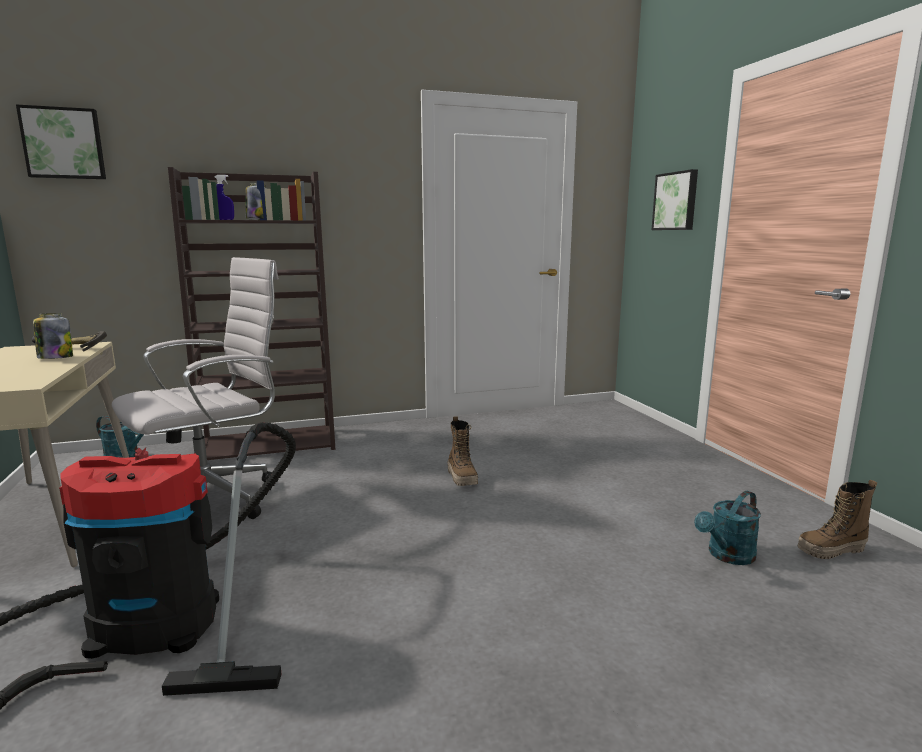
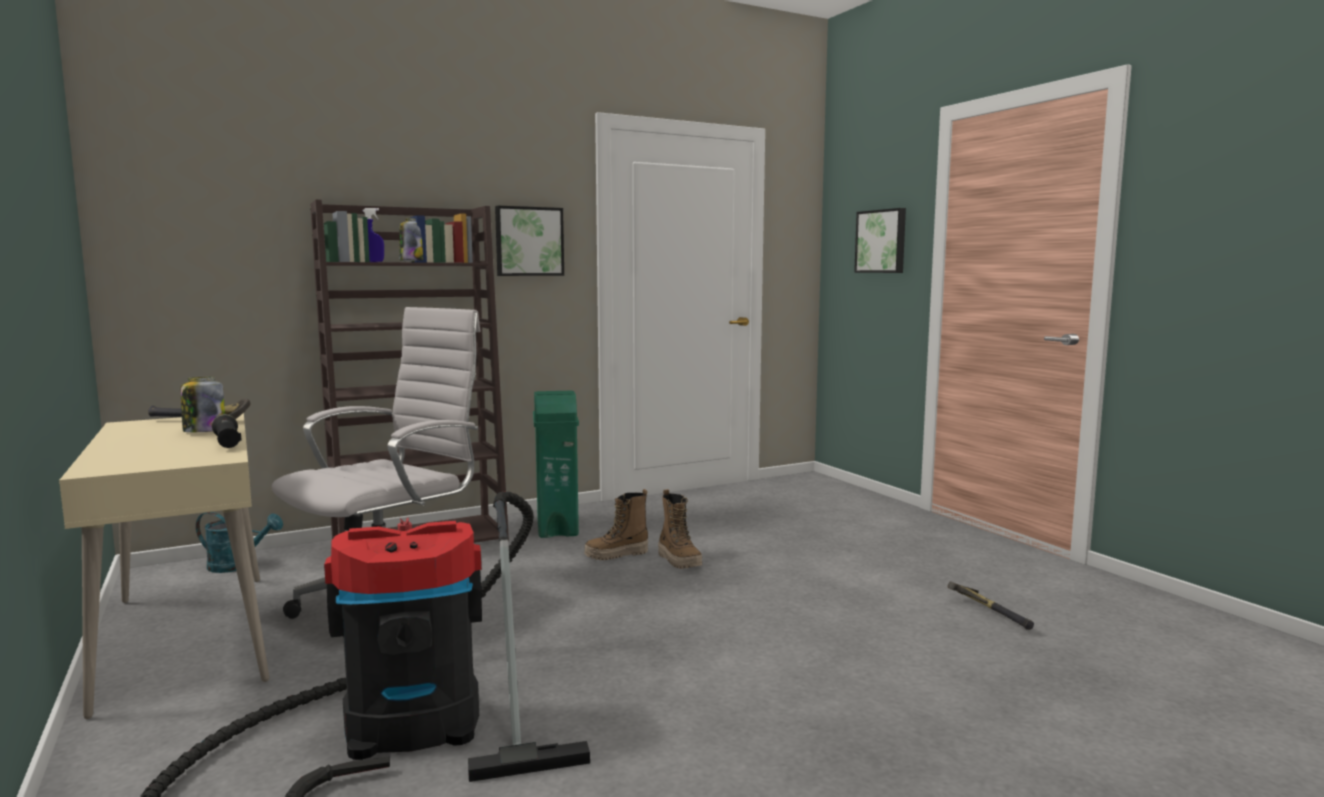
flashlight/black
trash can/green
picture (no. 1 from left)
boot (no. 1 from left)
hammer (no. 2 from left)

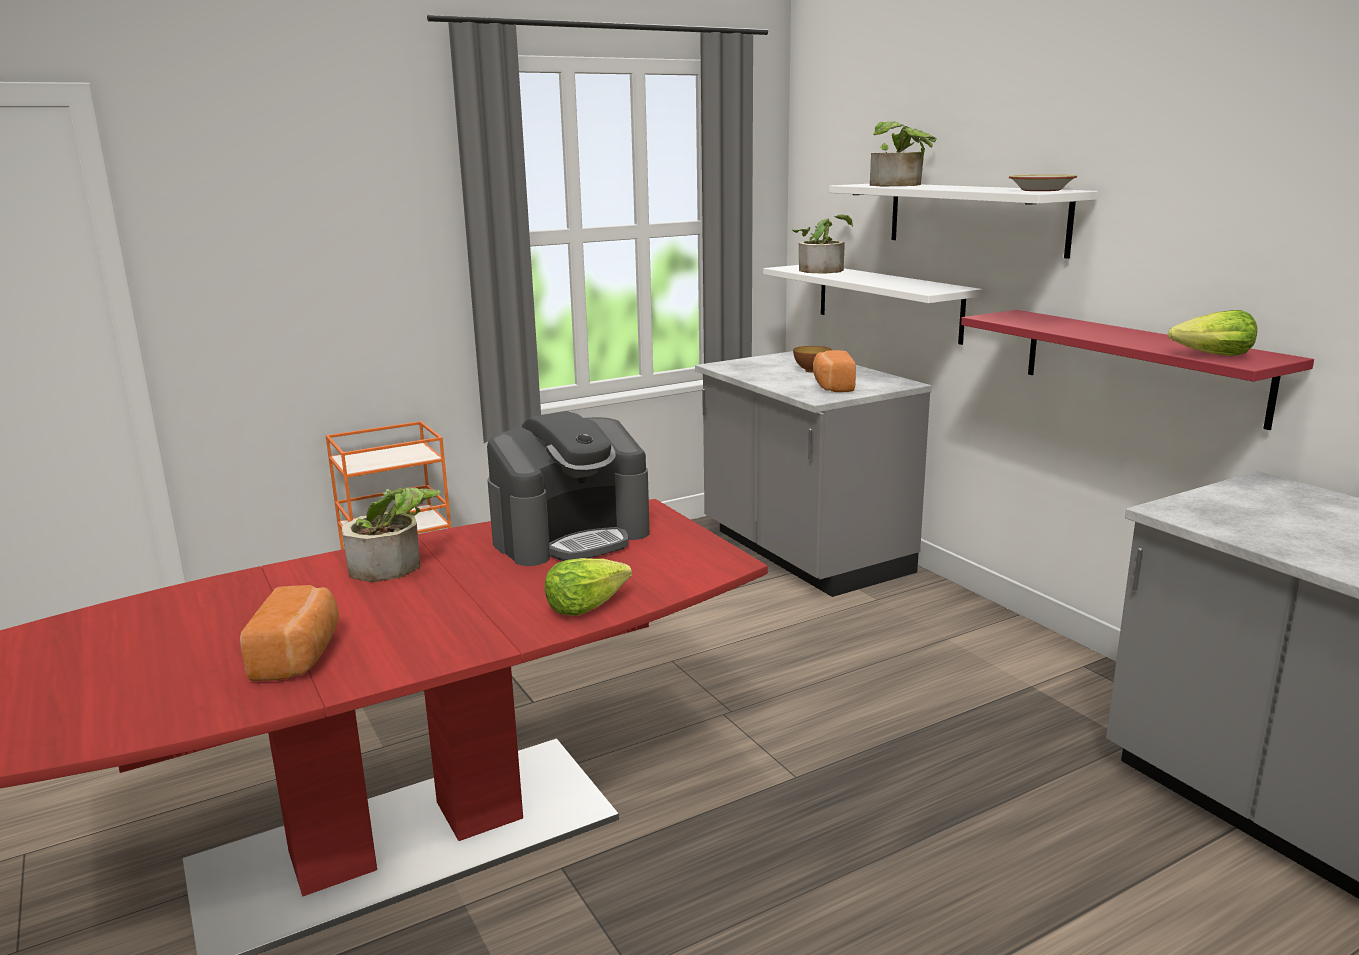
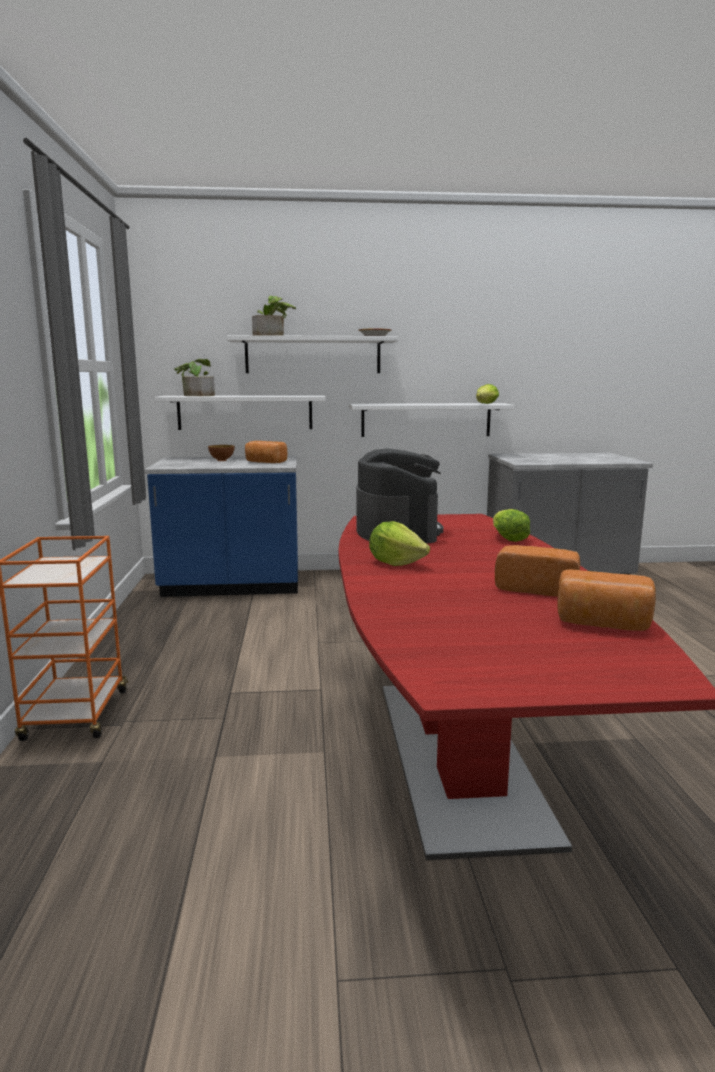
bread (no. 3 from left)
lettuce (no. 1 from left)
counter/blue
shelf/white (no. 3 from left)

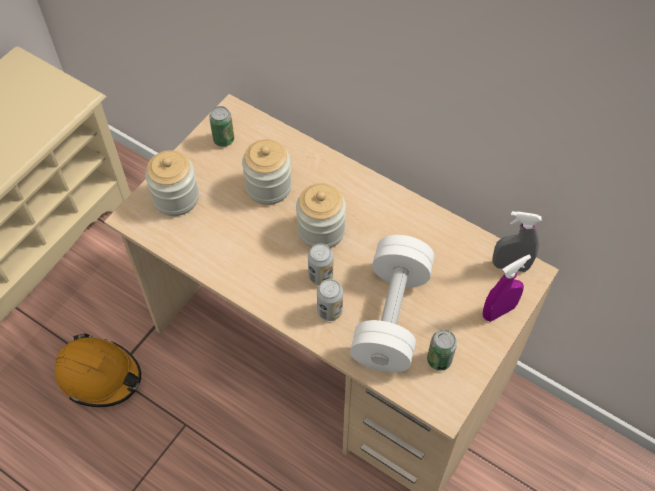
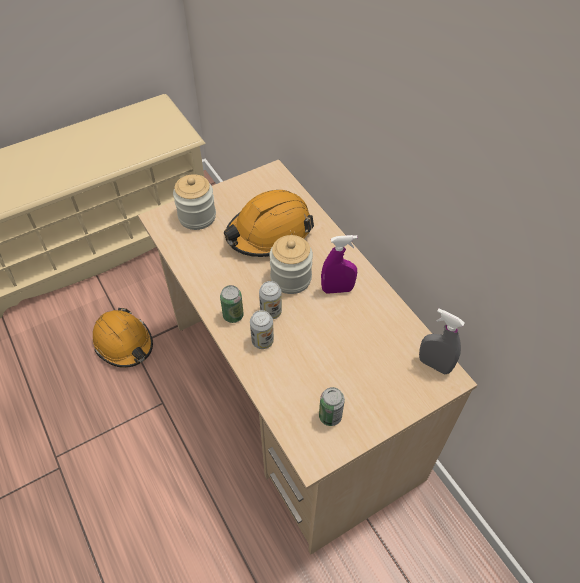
dumbbell/white
can (no. 1 from left)
spray bottle/purple
hard hat/orange (no. 2 from left)

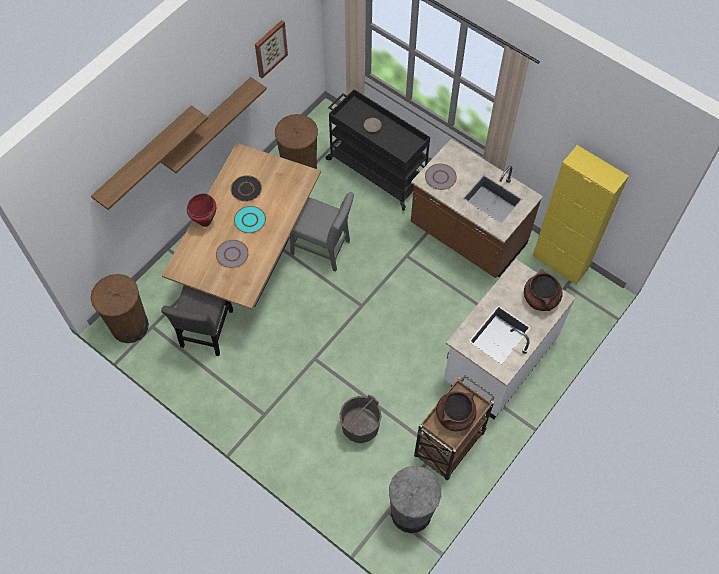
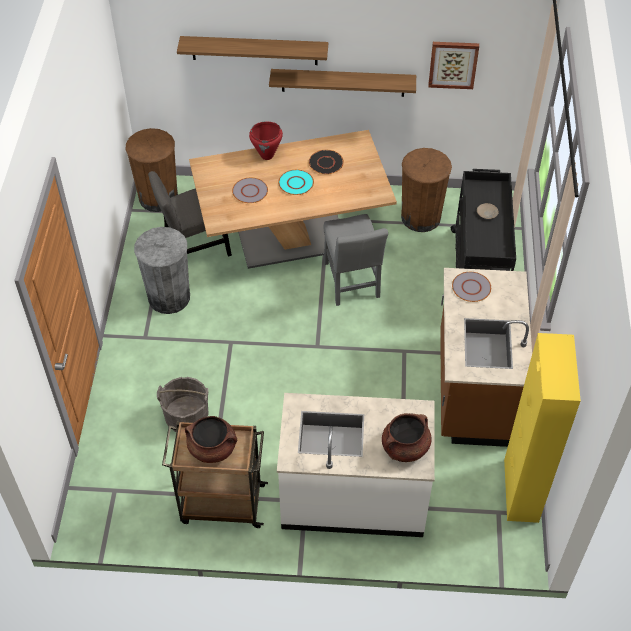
trash can/grey

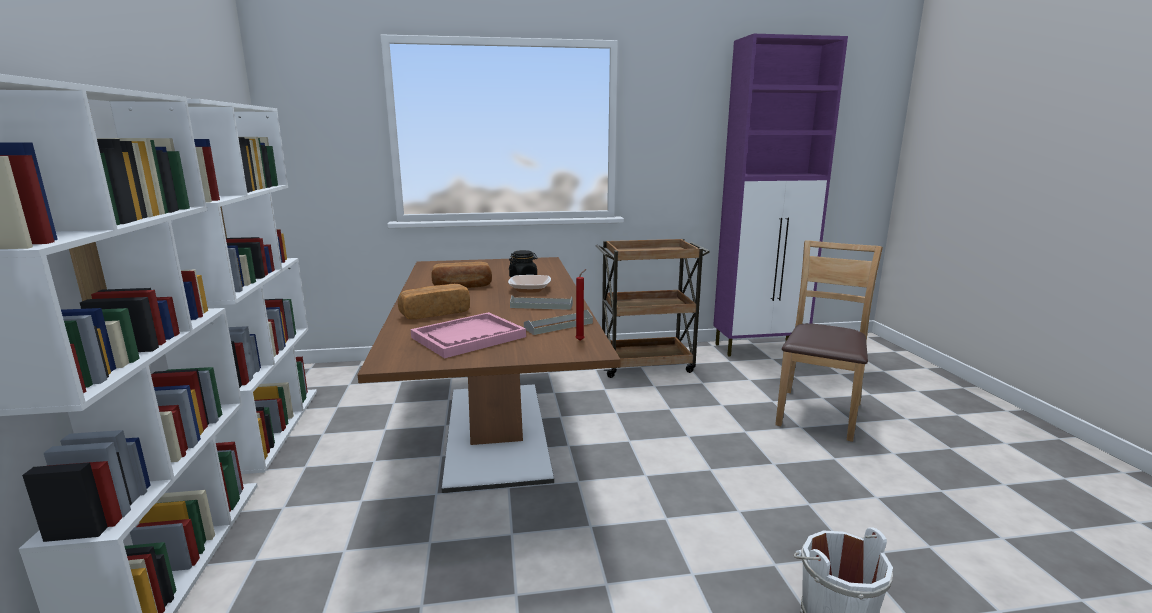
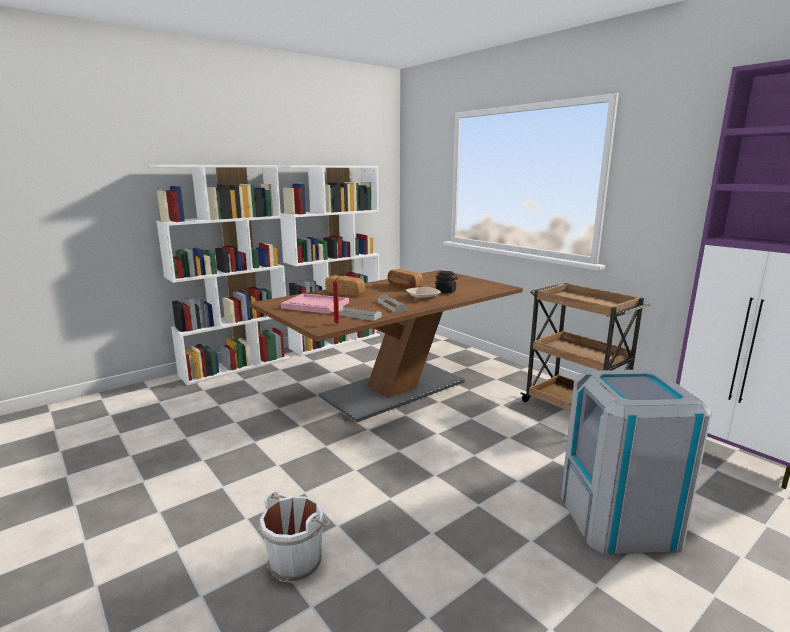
trash can/grey

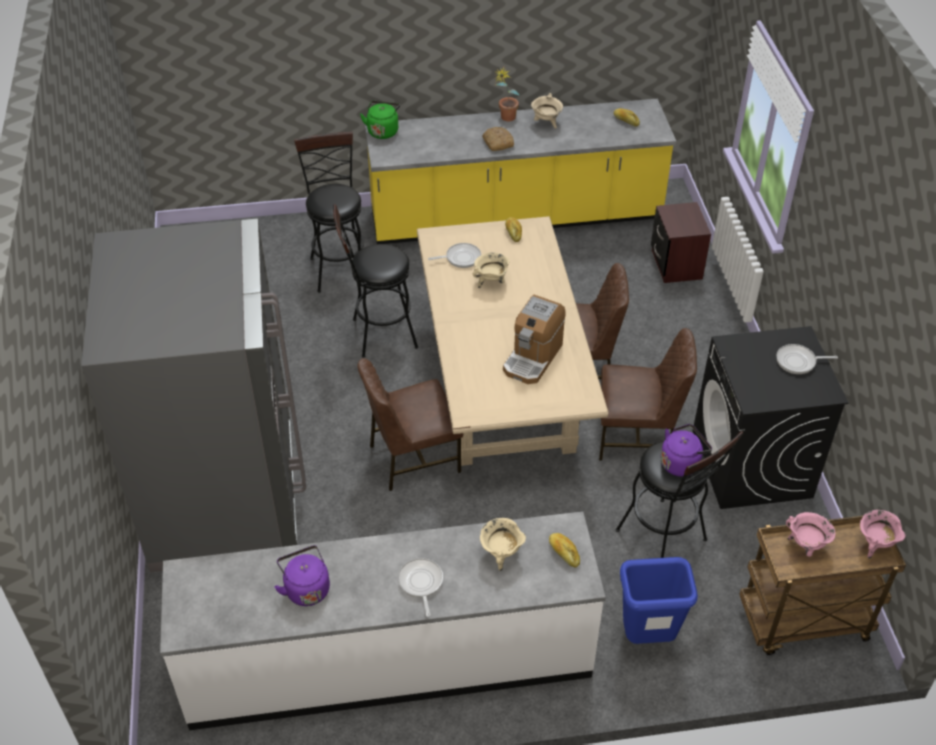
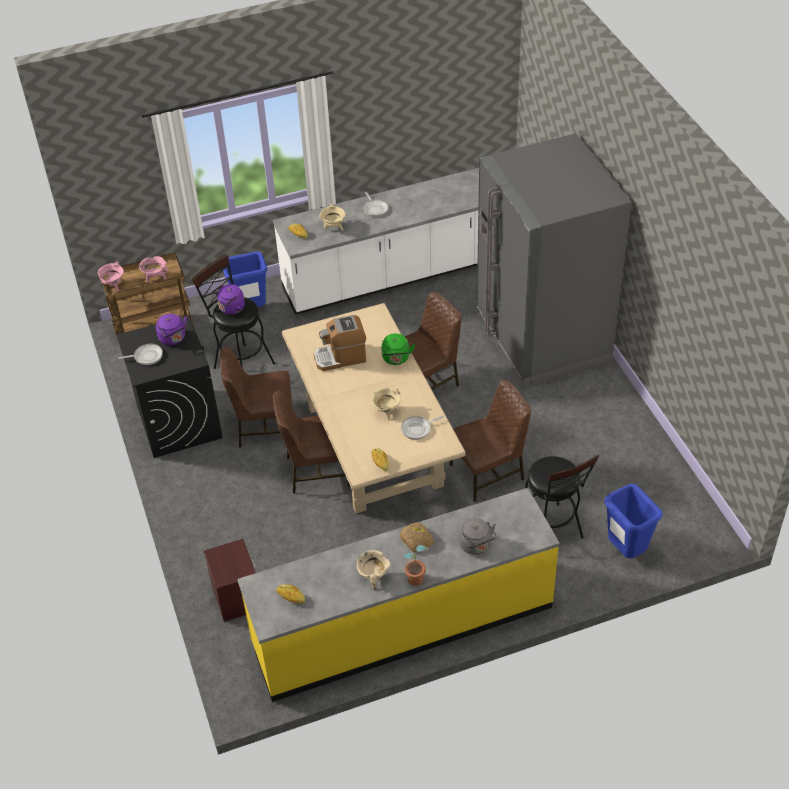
kettle/grey
trash can/blue (no. 2 from left)
kettle/purple (no. 1 from left)
kettle/green
chair/brown (no. 4 from left)
coffee machine

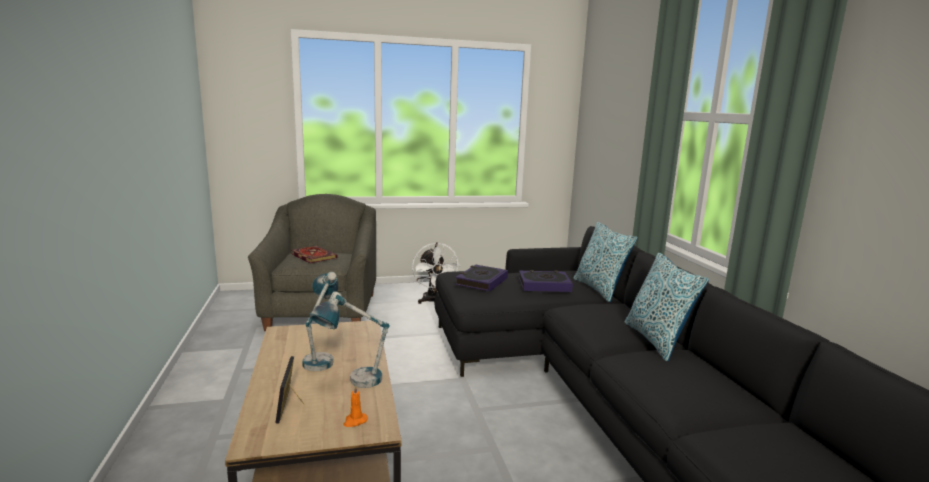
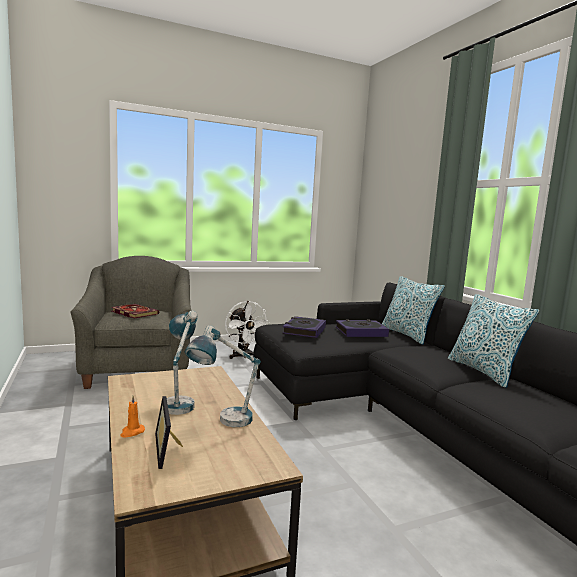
candle/orange

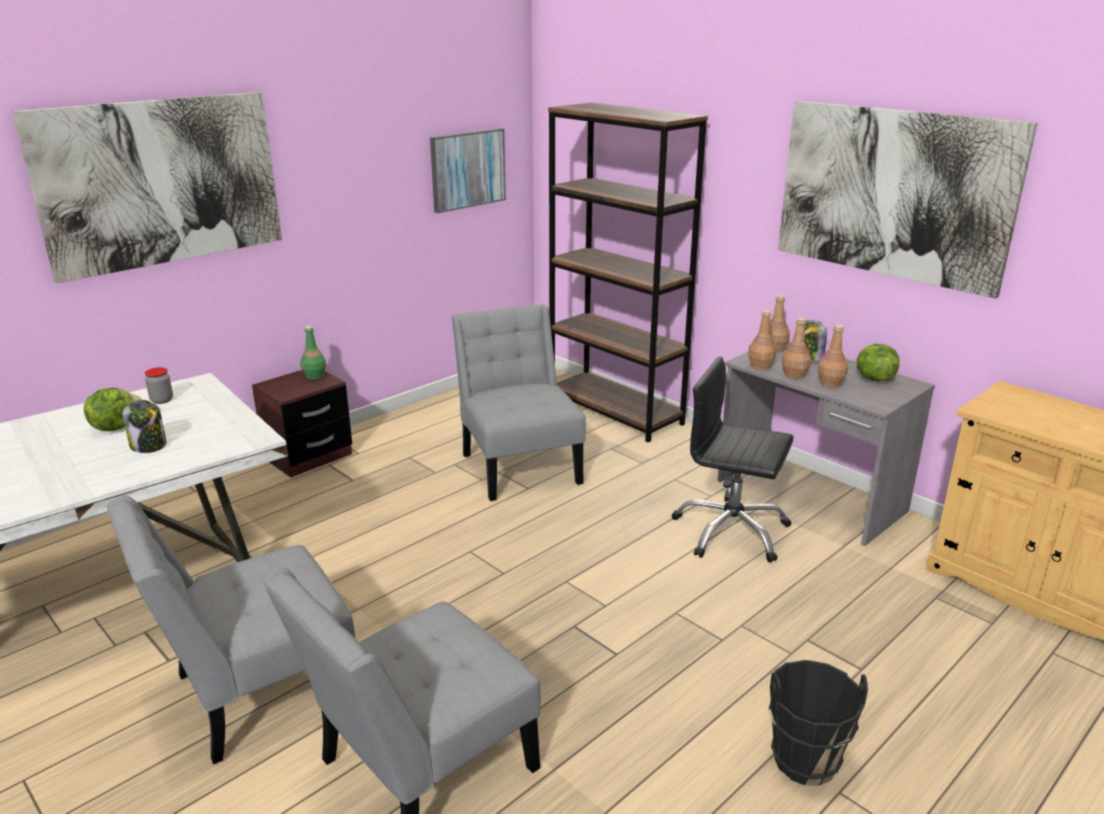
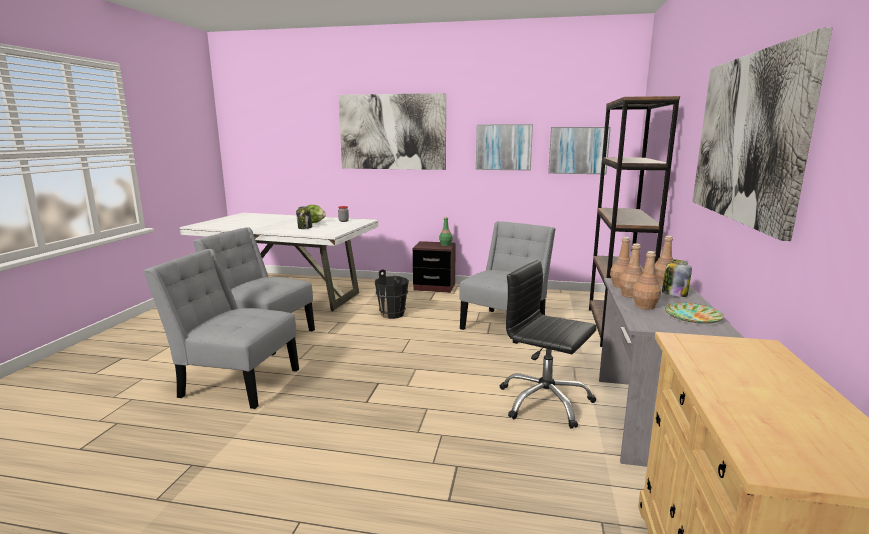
picture (no. 2 from left)
bucket/black
plate
office chair/black

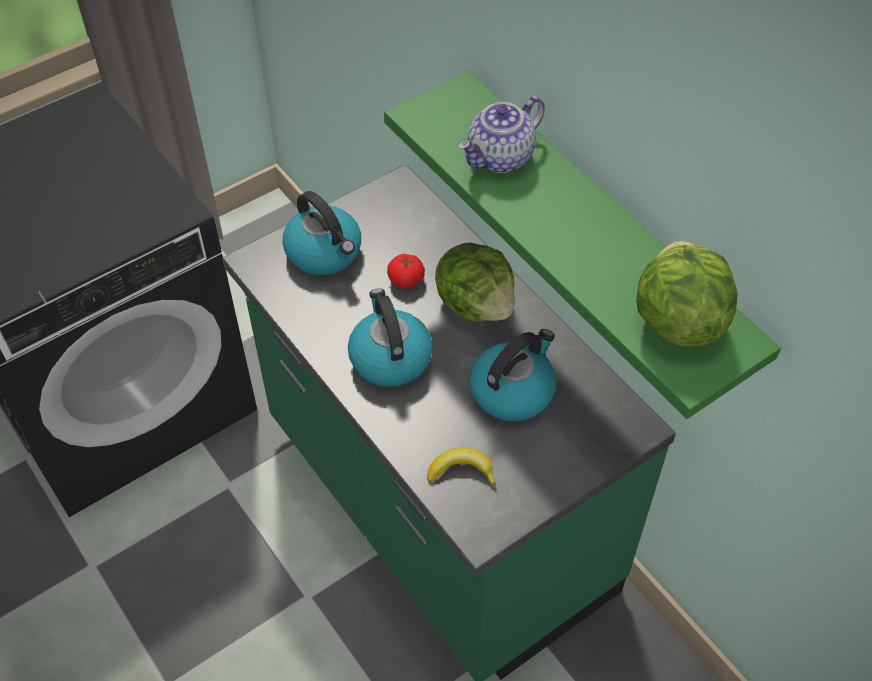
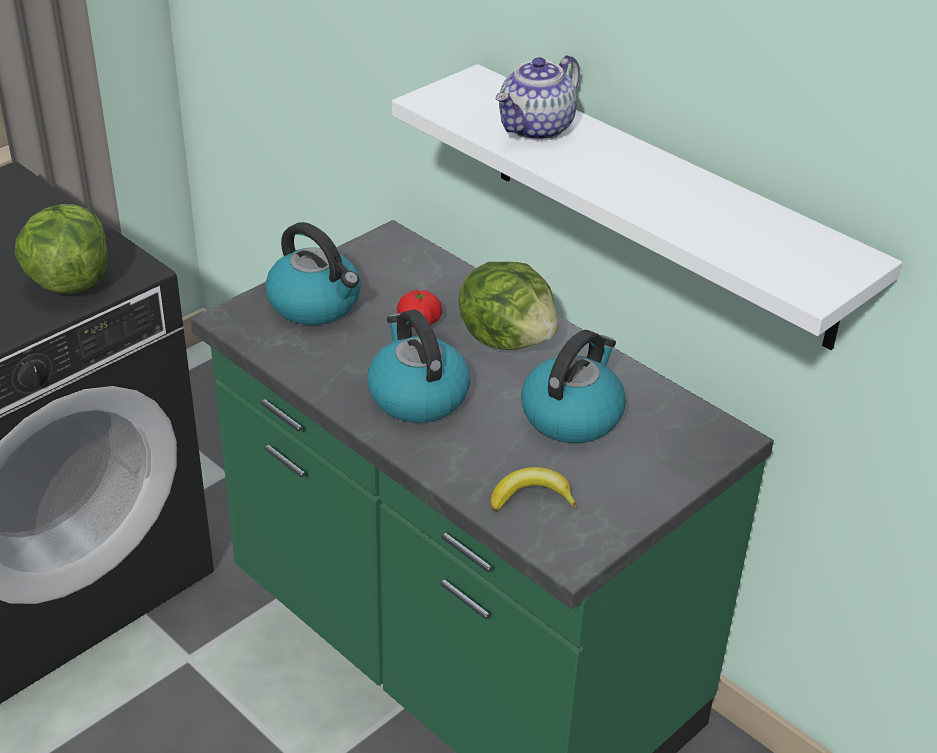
lettuce (no. 1 from left)
shelf/white

